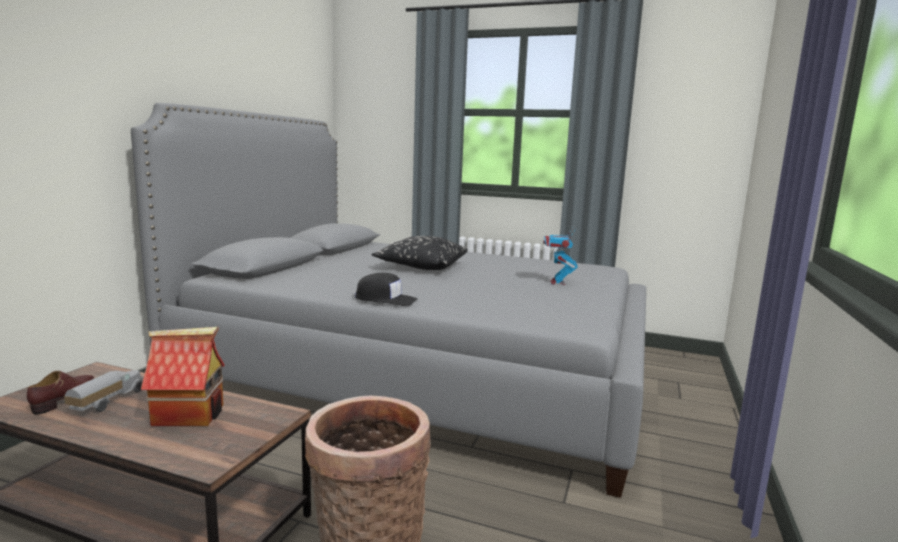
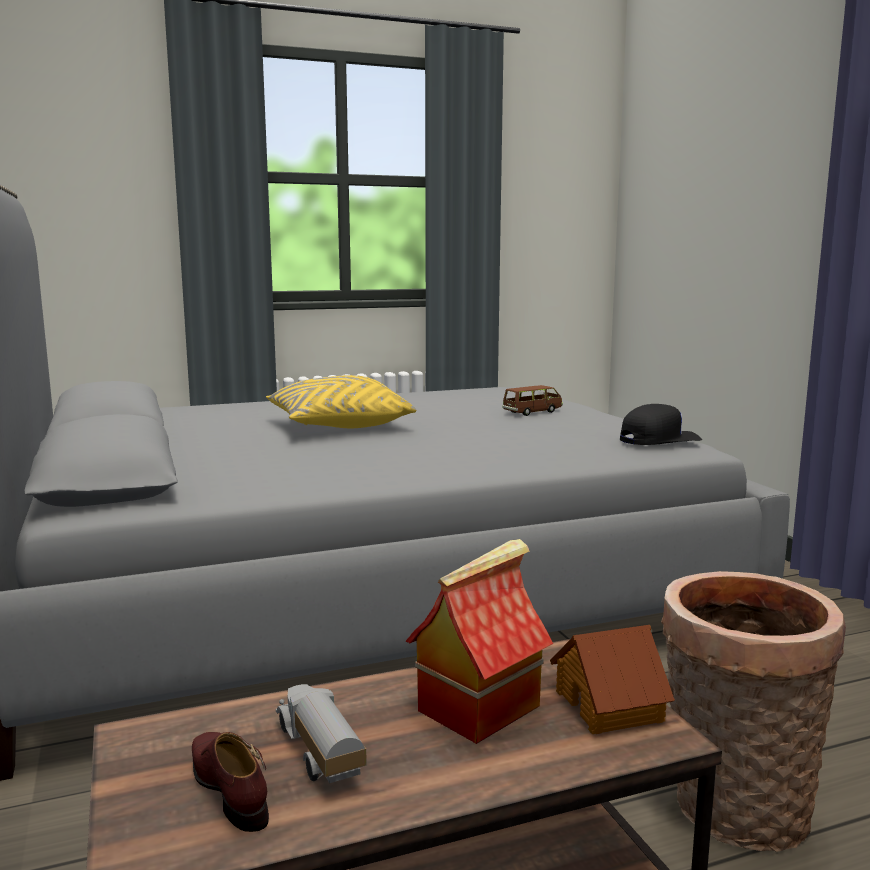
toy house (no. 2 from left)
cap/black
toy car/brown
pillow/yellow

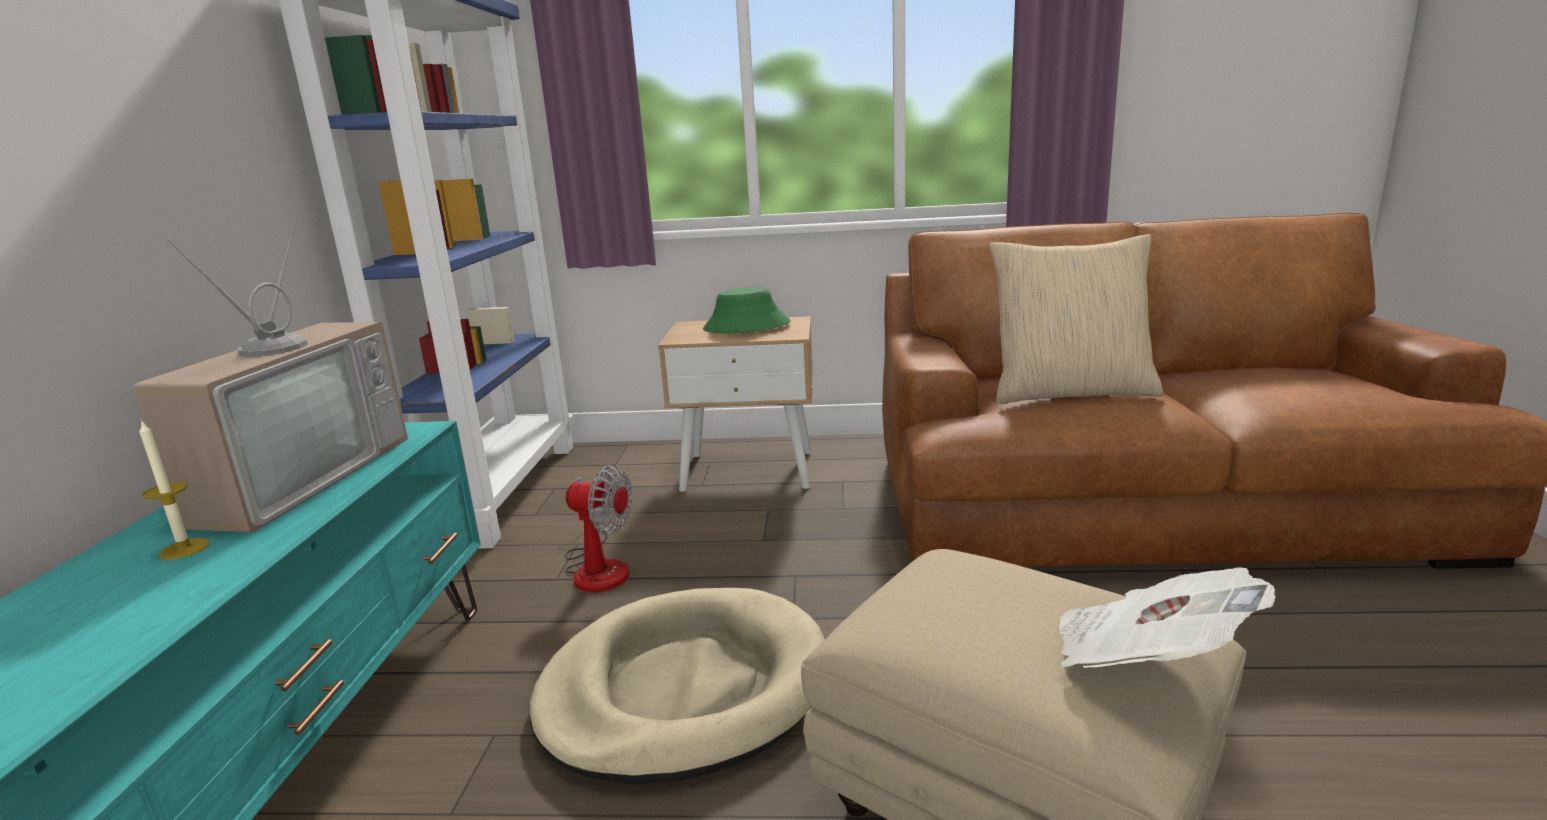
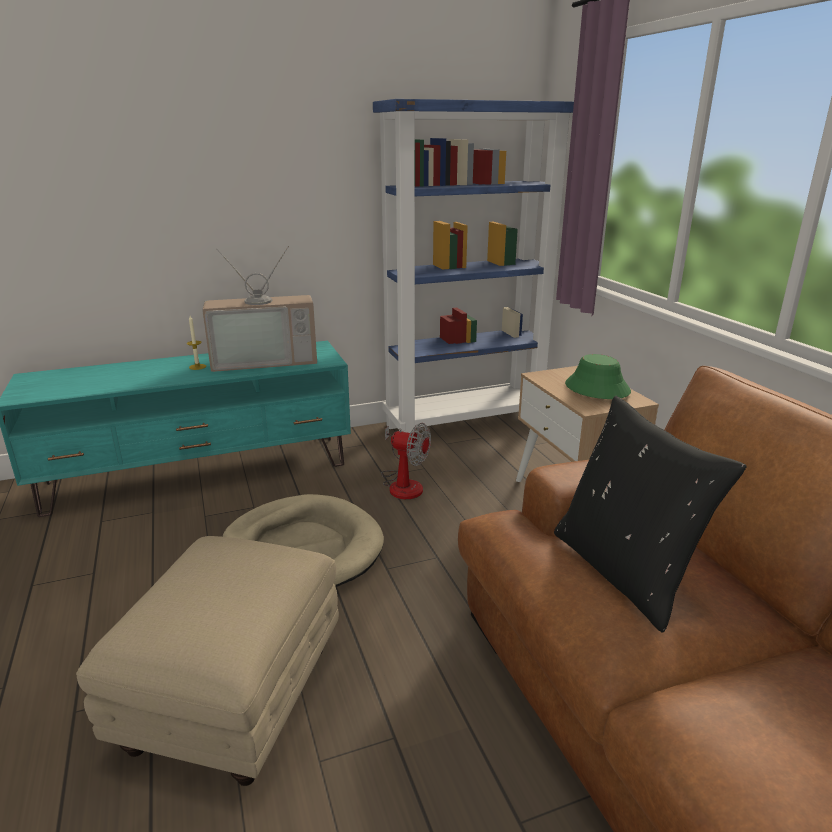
newspaper
pillow/black
fan

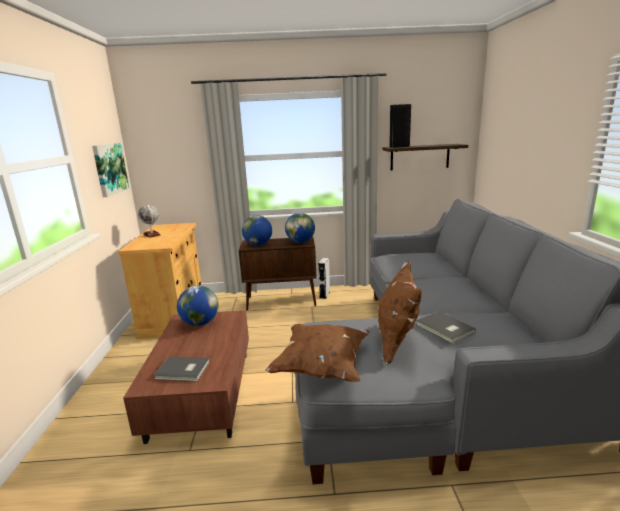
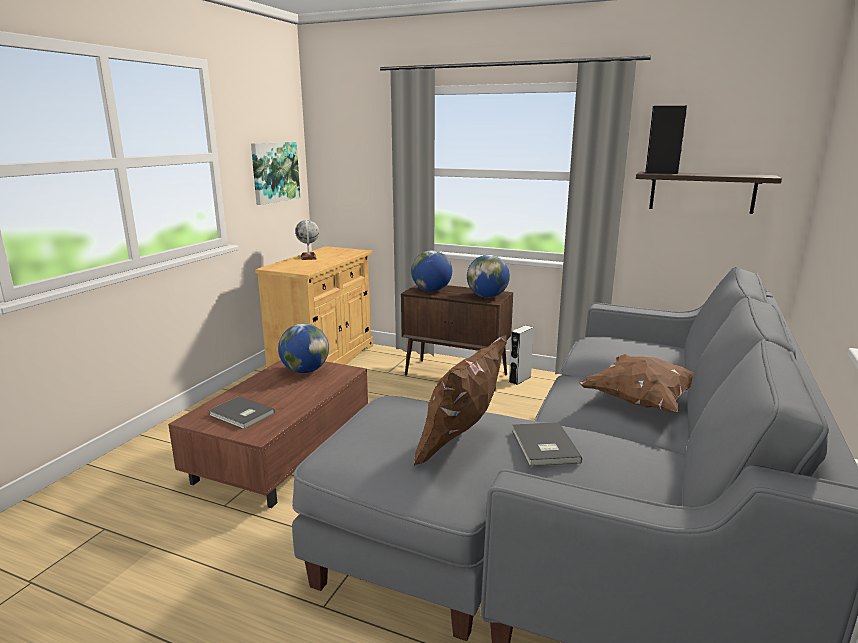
pillow/brown (no. 2 from left)

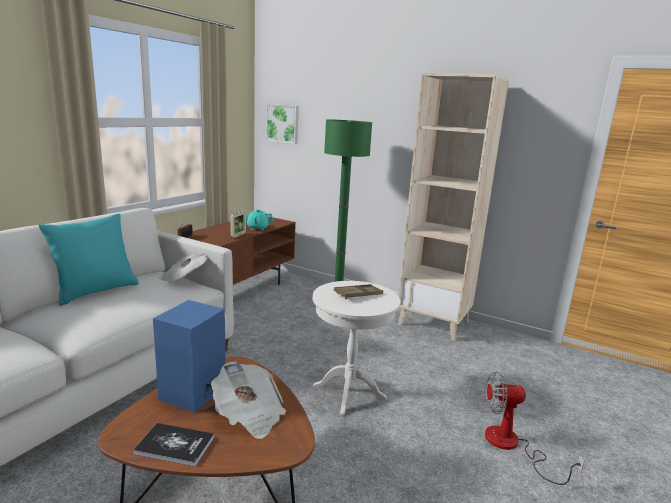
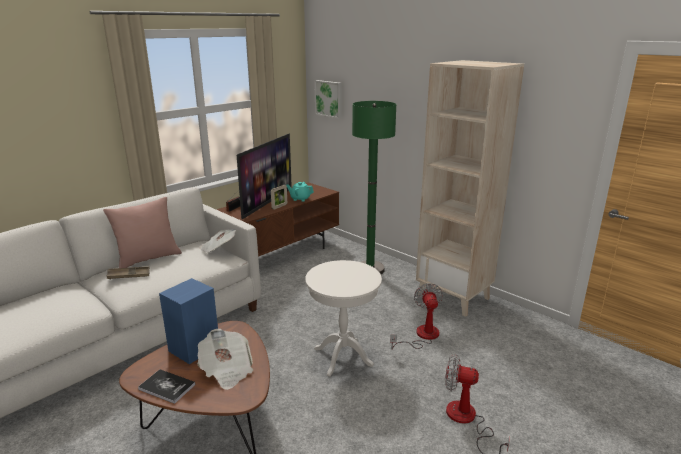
television
fan (no. 1 from left)
tray/brown
pillow/pink

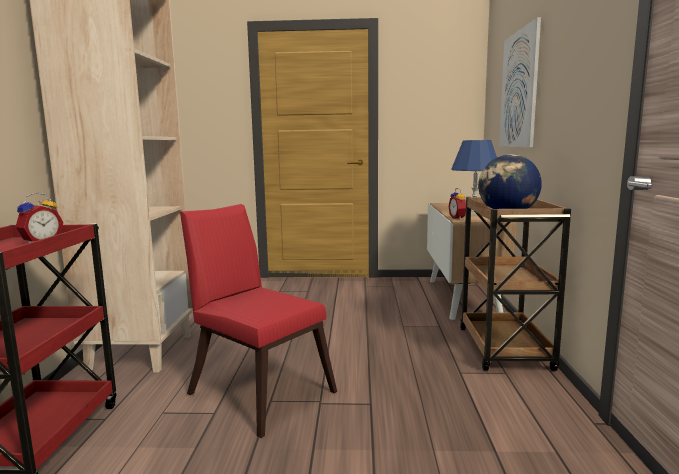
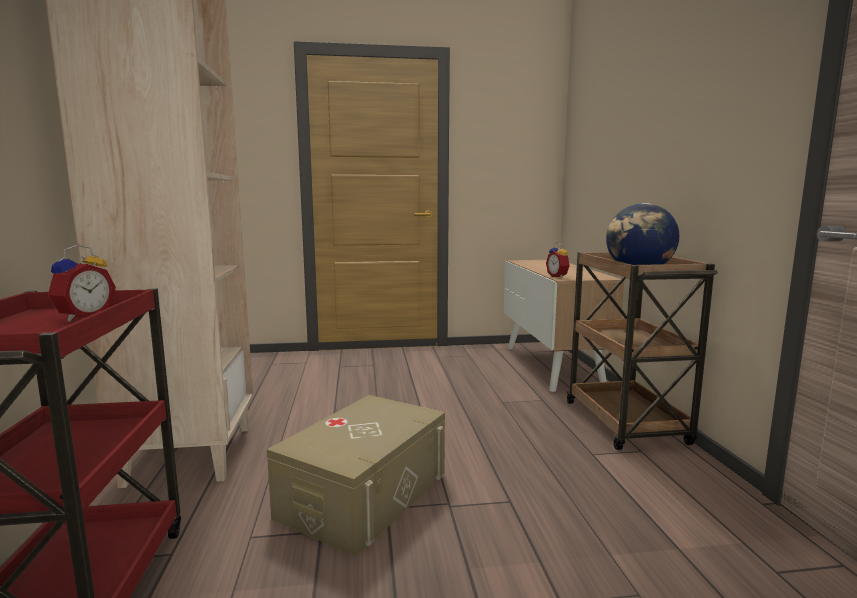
table lamp/blue
picture
storage box/beige

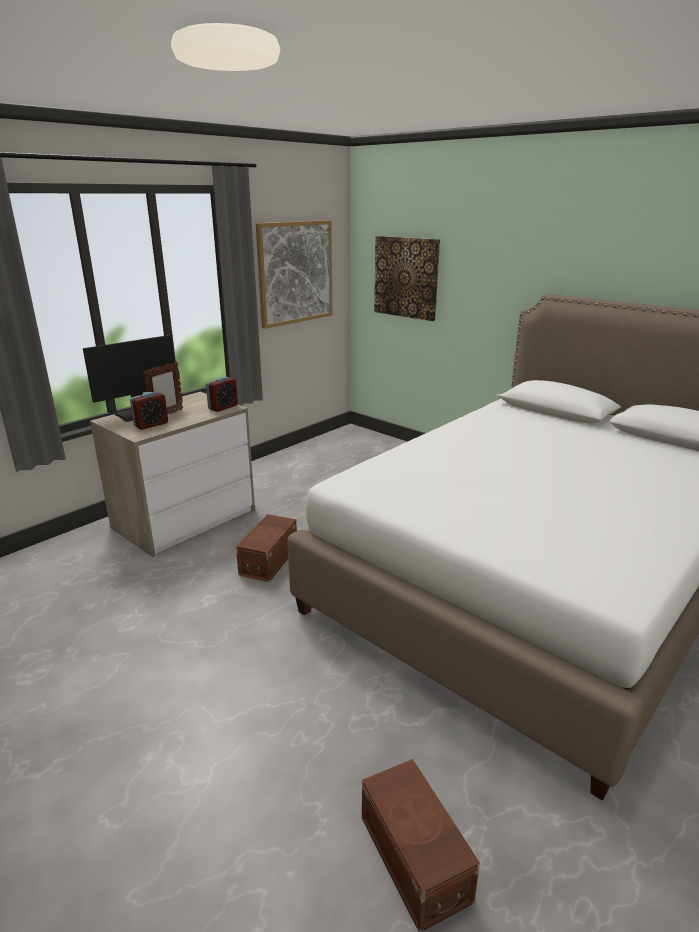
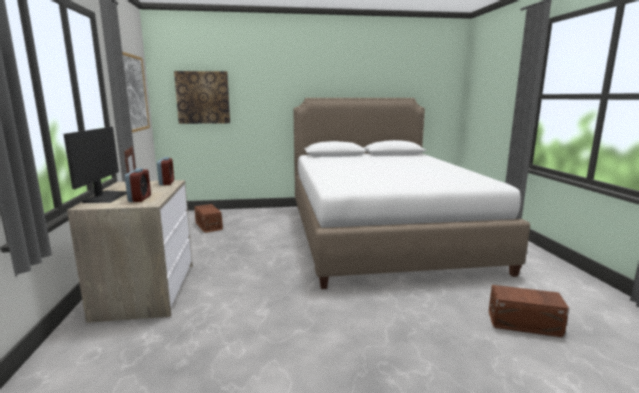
storage box/brown (no. 1 from left)

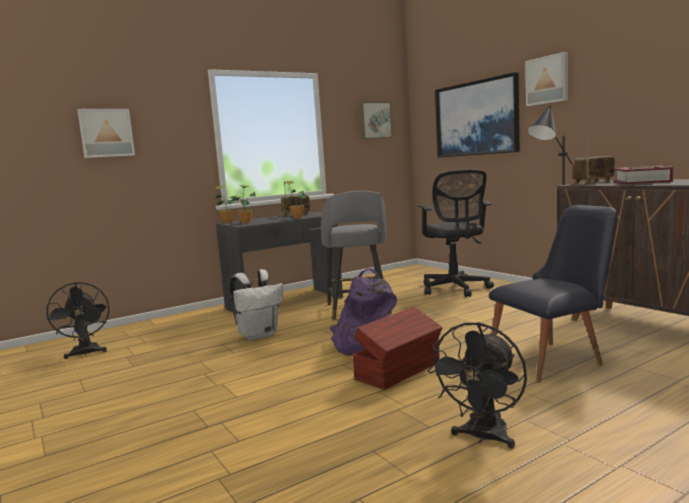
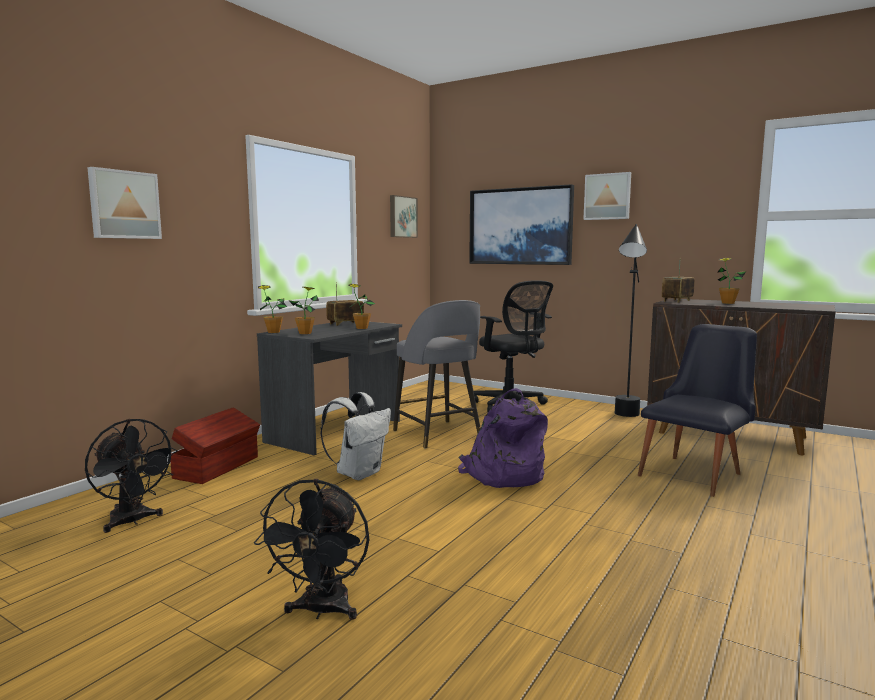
storage box/brown
fan/black (no. 2 from left)
potted plant (no. 4 from left)

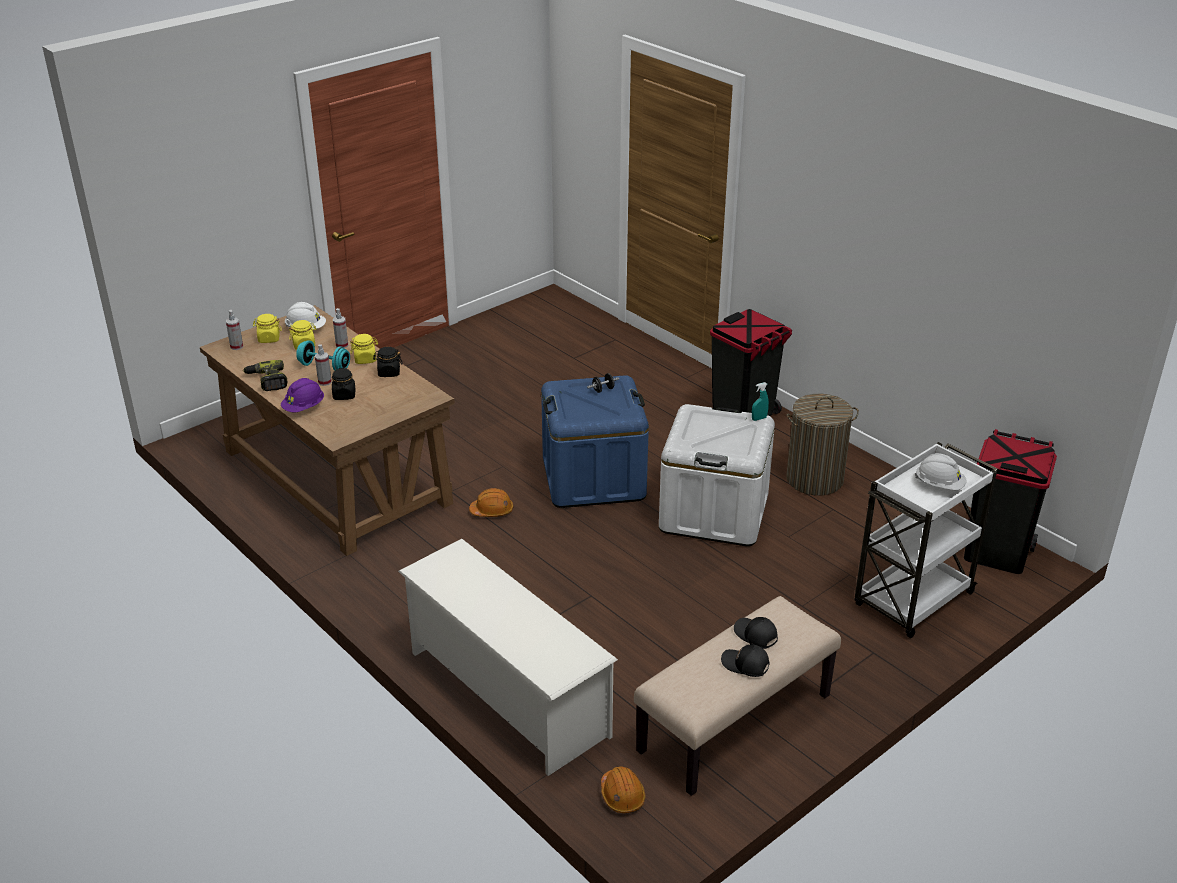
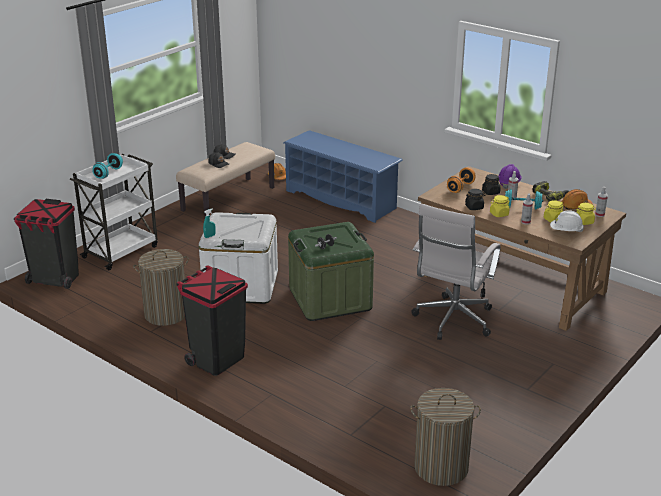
laundry basket (no. 2 from left)
office chair/white
dumbbell/orange
hard hat/orange (no. 2 from left)
dumbbell/turquoise (no. 1 from left)
shoe rack/blue
storage box/green

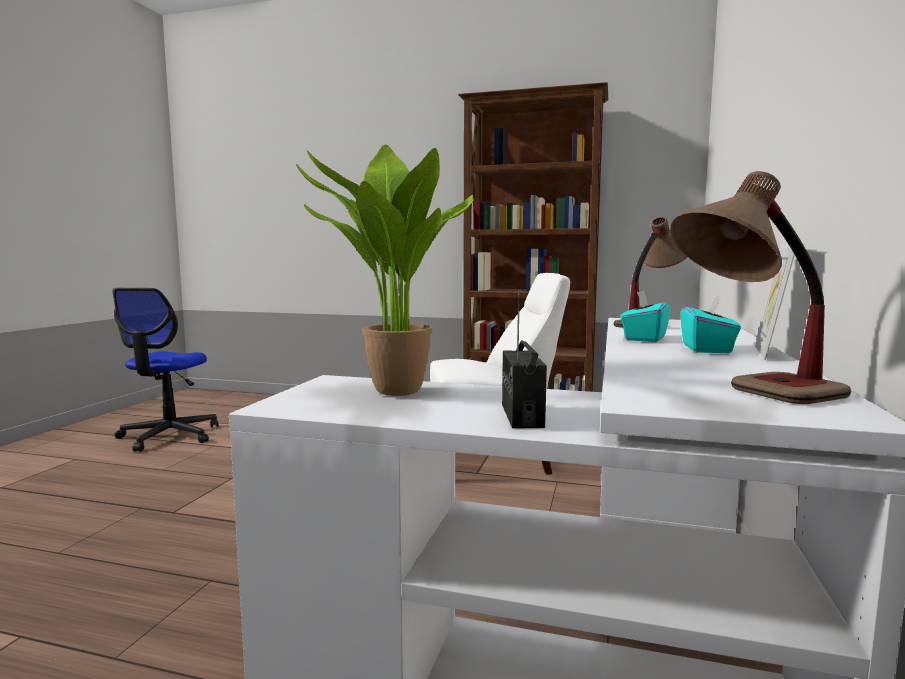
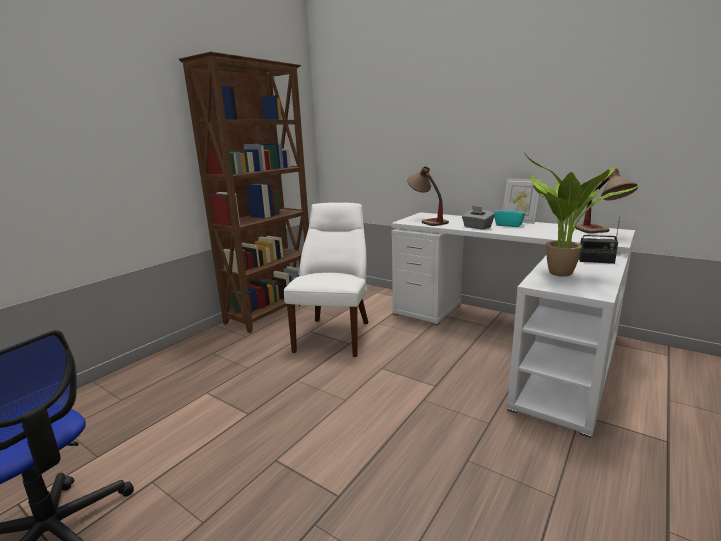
tissue box/grey

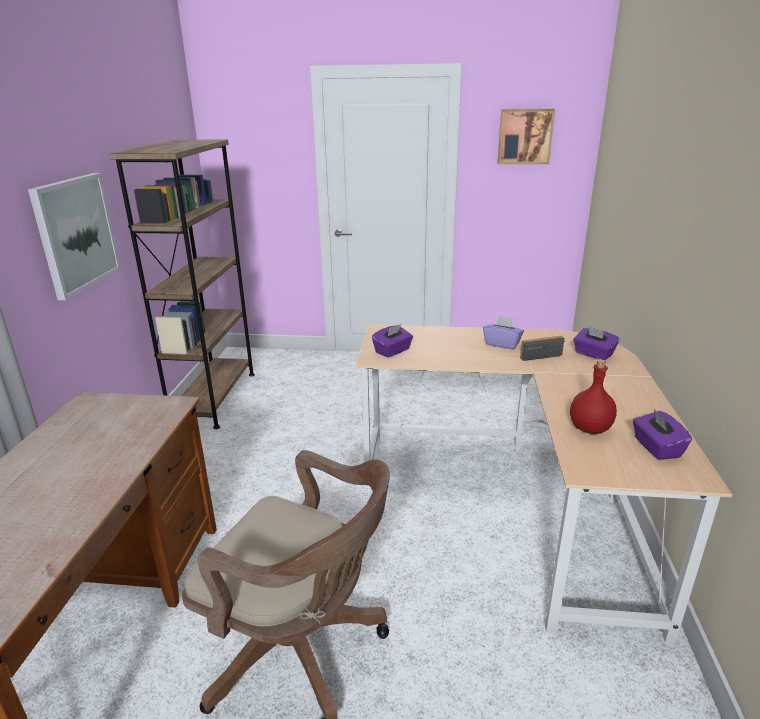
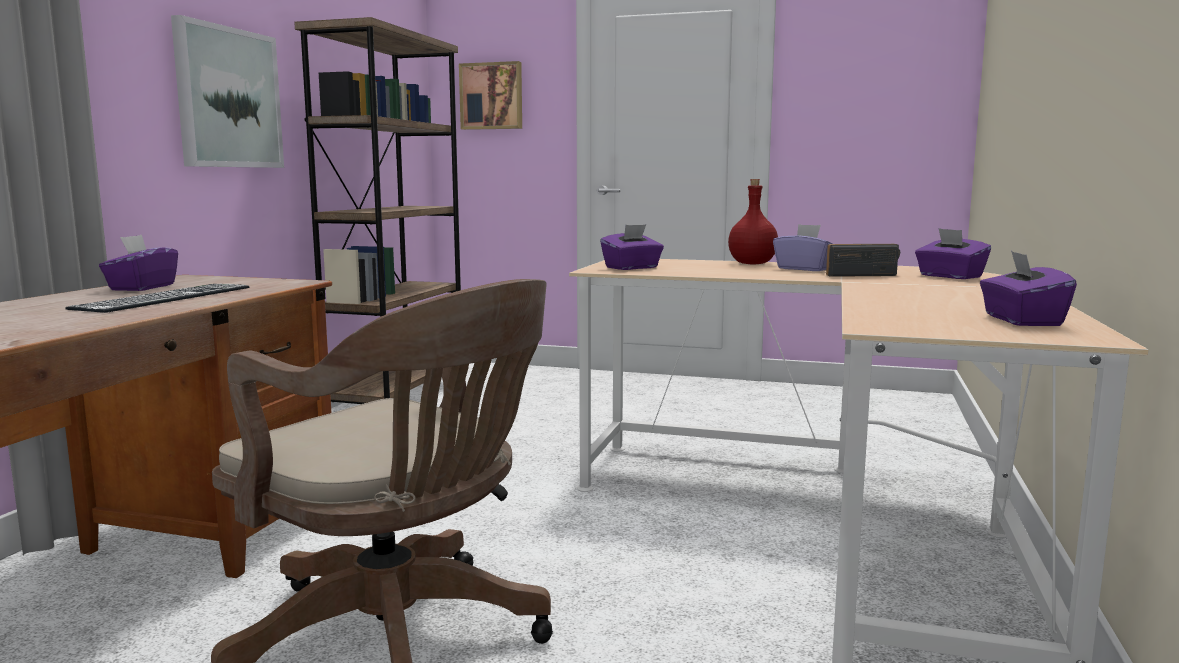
keyboard
tissue box/purple (no. 1 from left)
picture (no. 2 from left)
bottle/red

